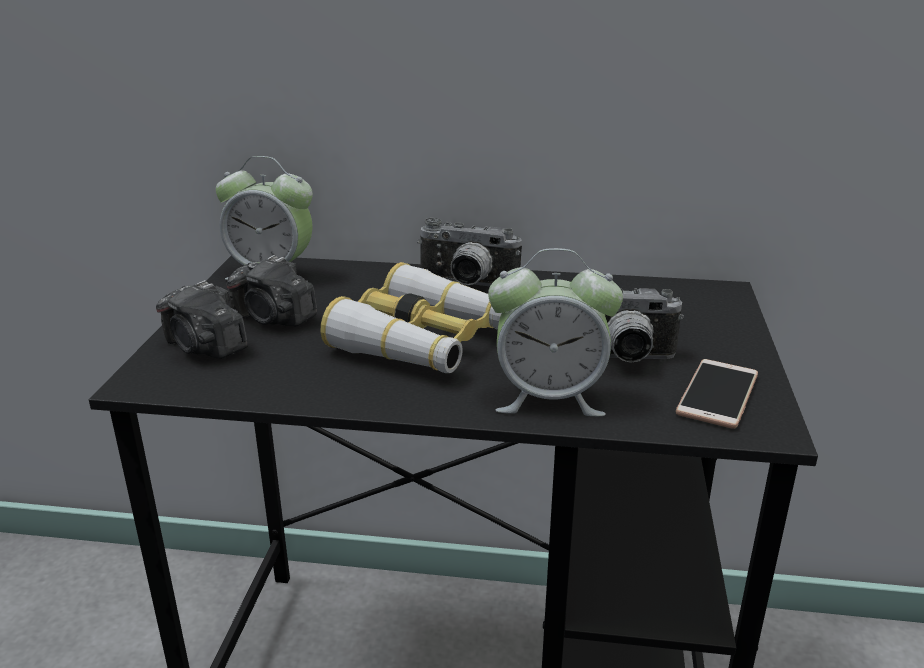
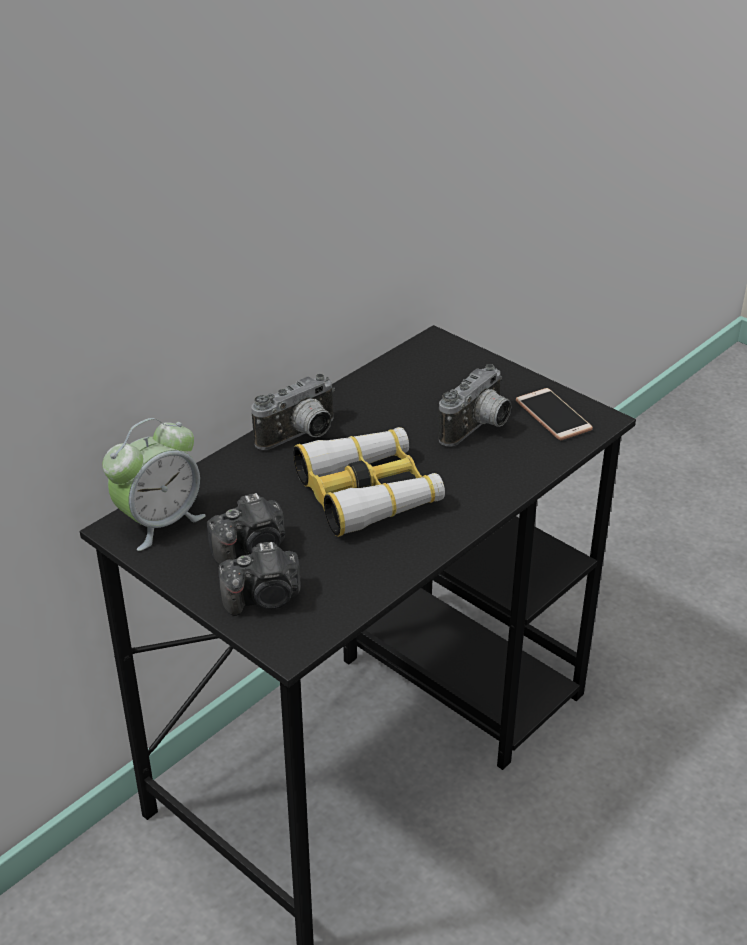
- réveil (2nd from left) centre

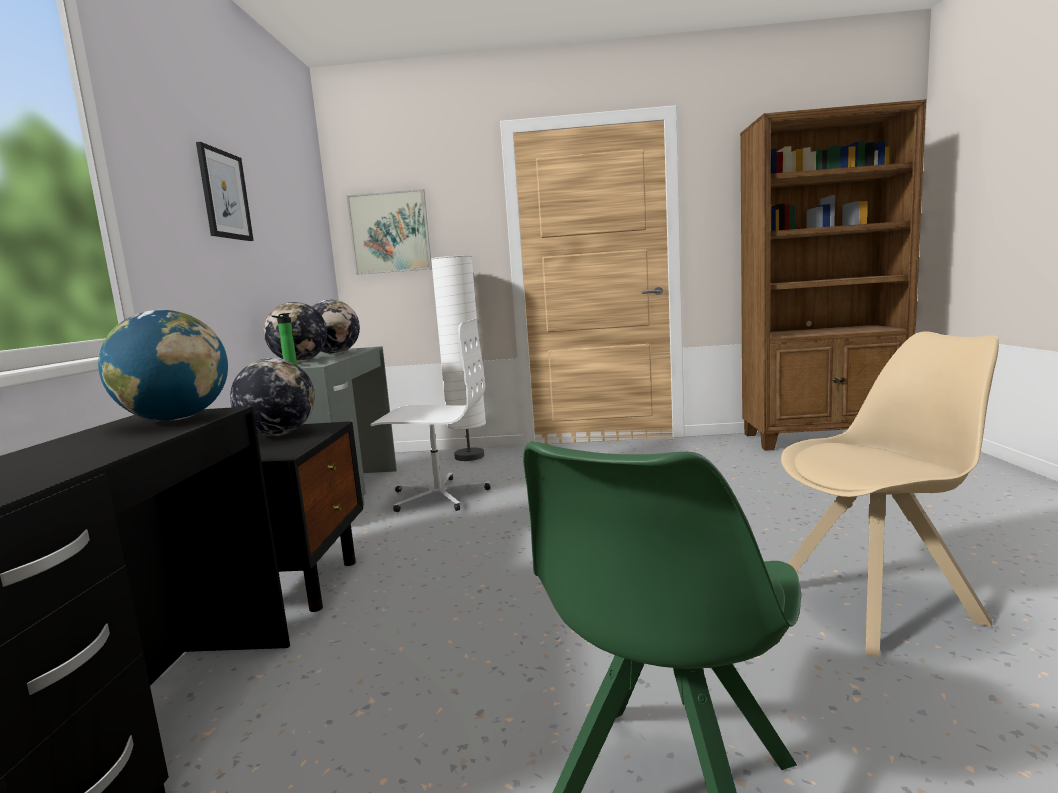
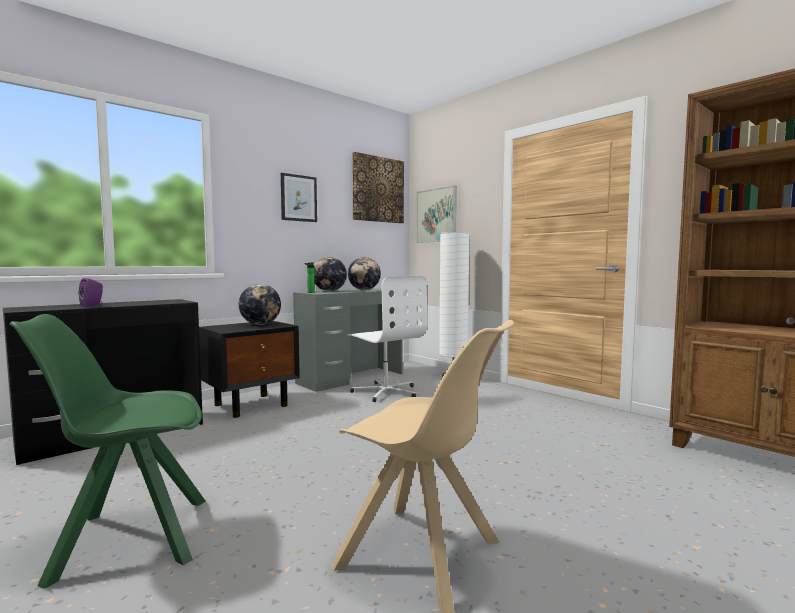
- globe (1st from left) middle left
+ tableau (2nd from left) top centre
+ enceinte/violet middle left

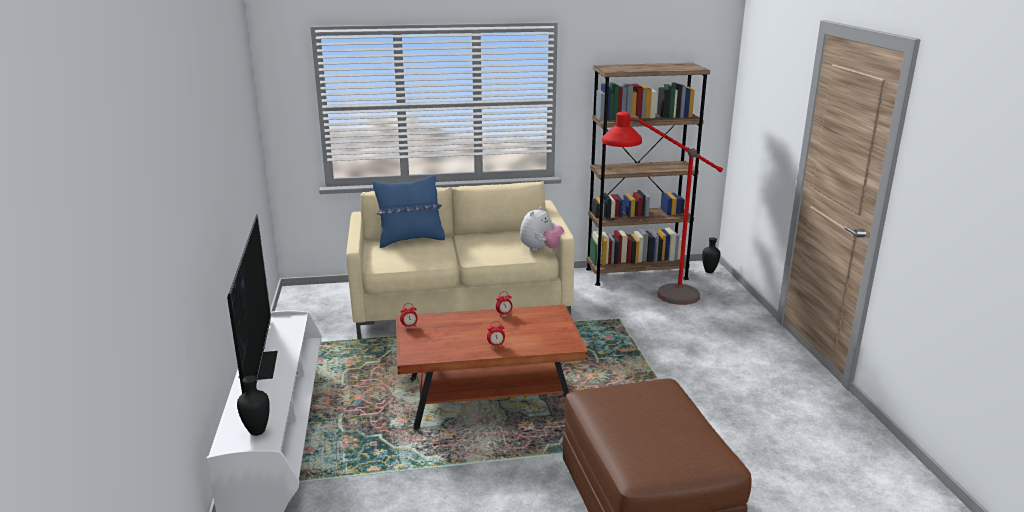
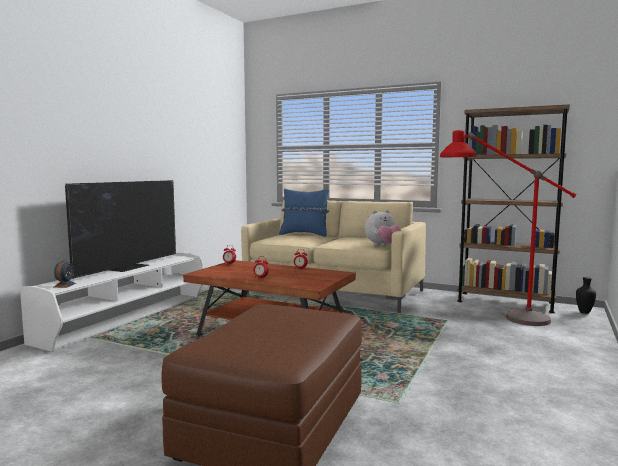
~ vase/noir (1st from left) bottom left to réveil (1st from left) middle left

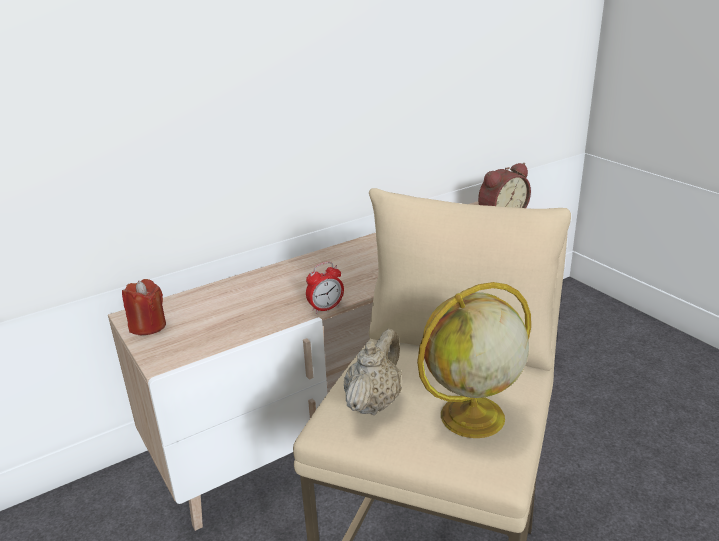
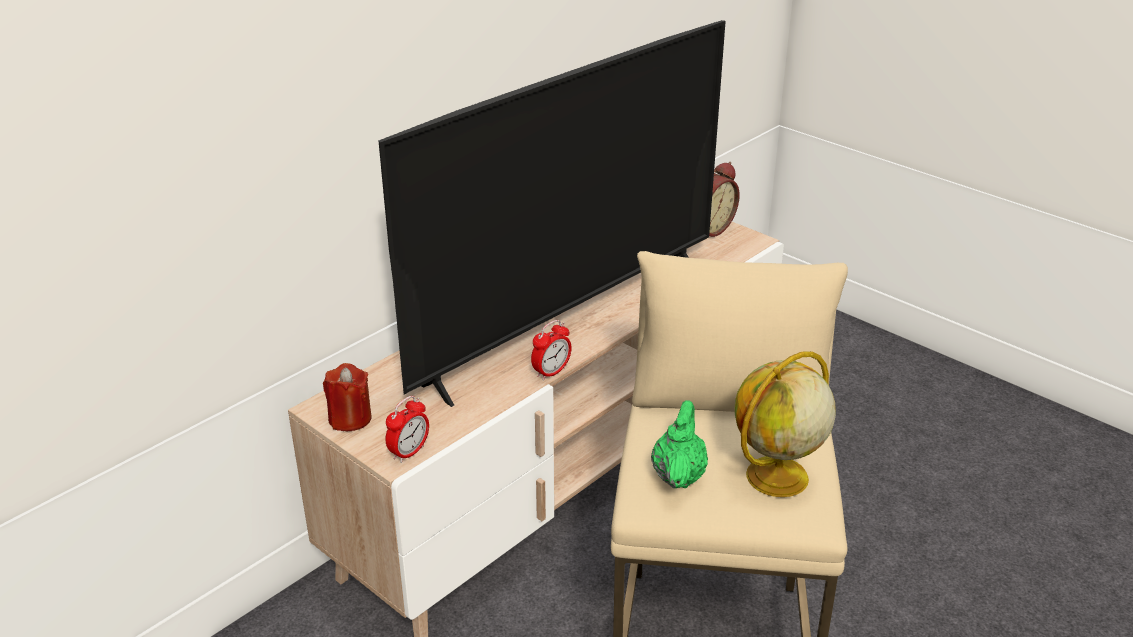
~ théière/beige bottom centre to théière/vert bottom centre
+ téléviseur centre
+ réveil (1st from left) bottom centre

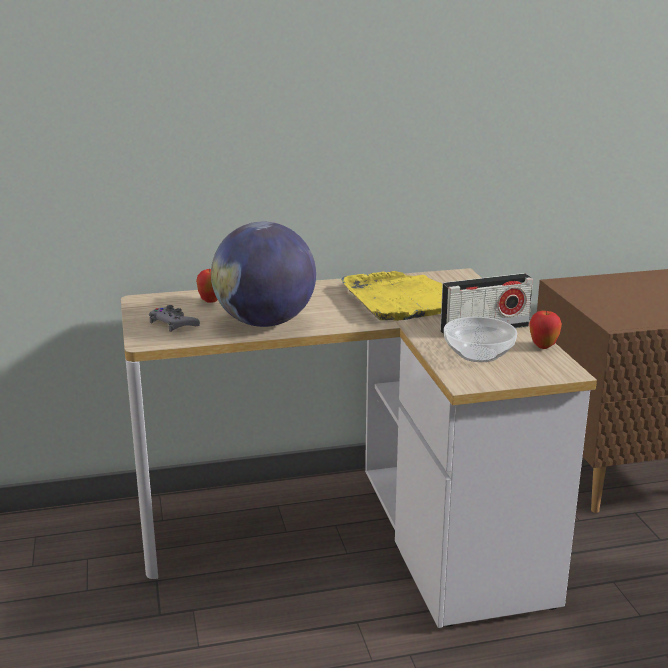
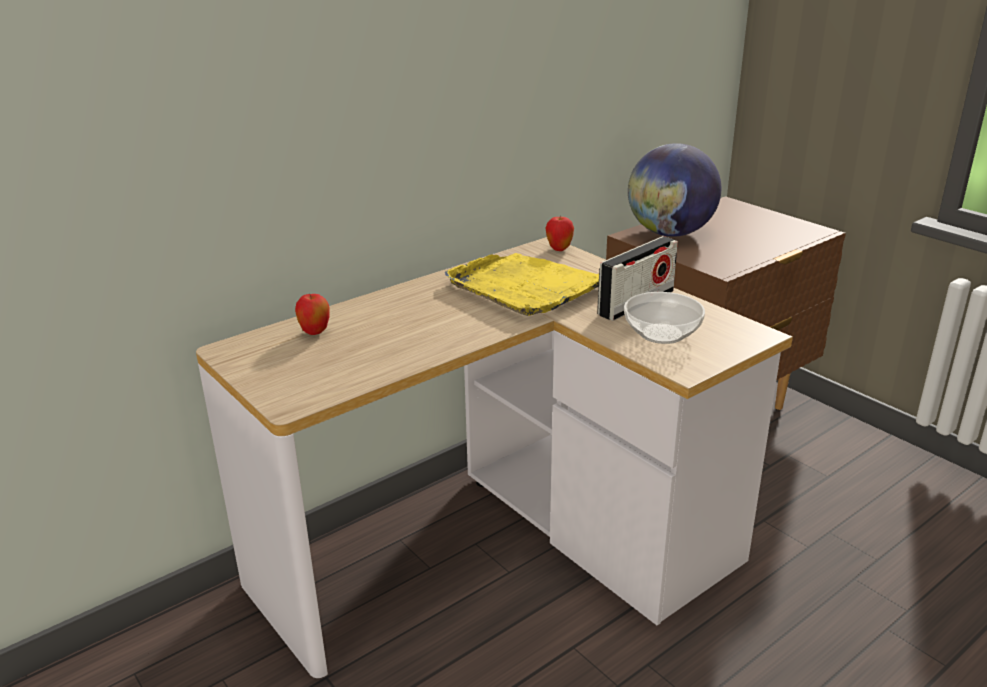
~ globe centre to top right
- manette/gris middle left
~ pomme (2nd from left) middle right to centre

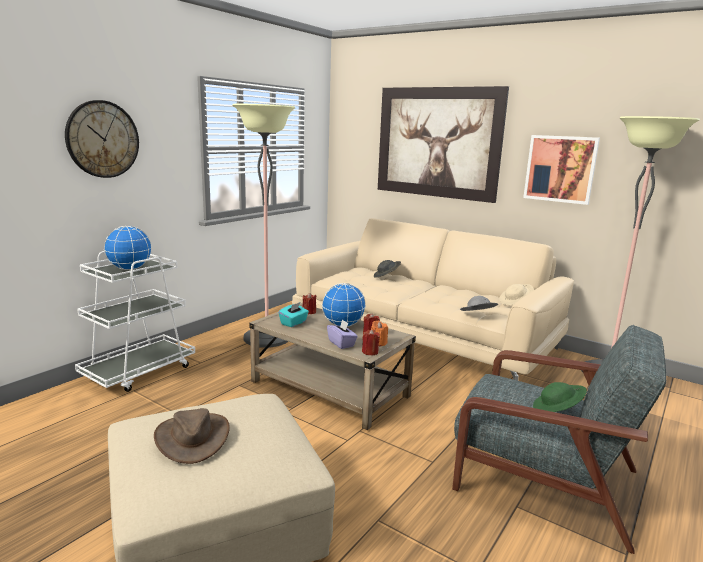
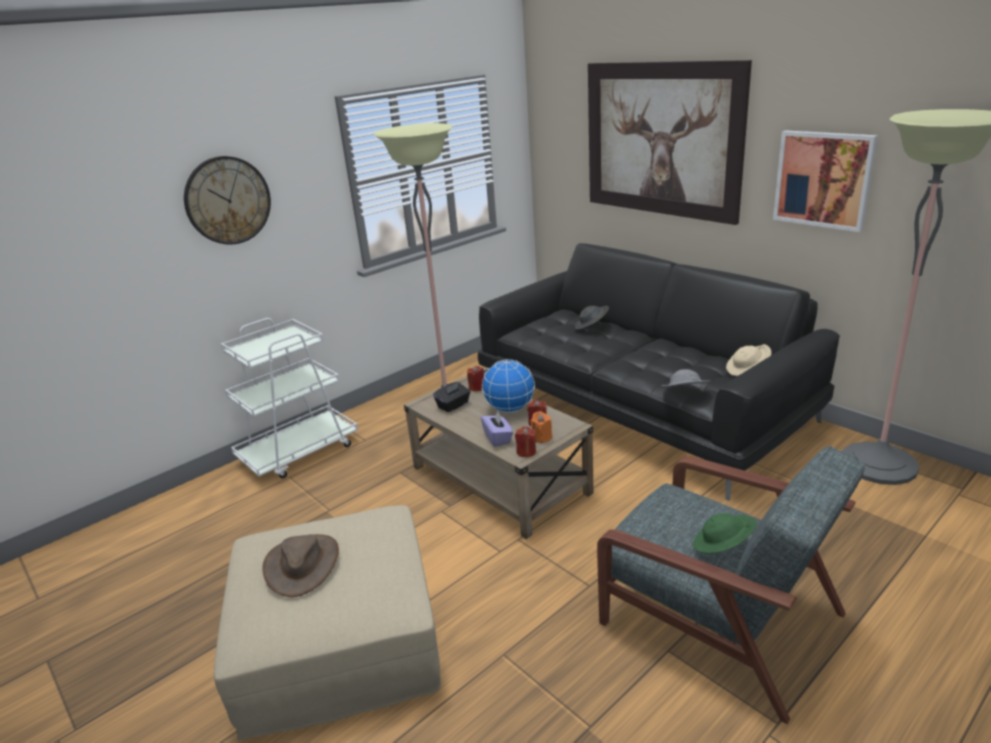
~ canapé/beige centre to canapé/noir centre
- globe (1st from left) middle left
~ boîte à mouchoirs/turquoise centre to boîte à mouchoirs/noir centre

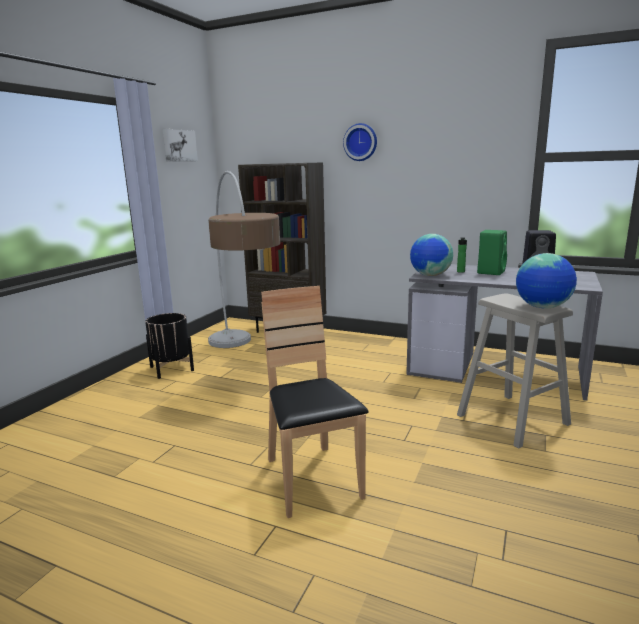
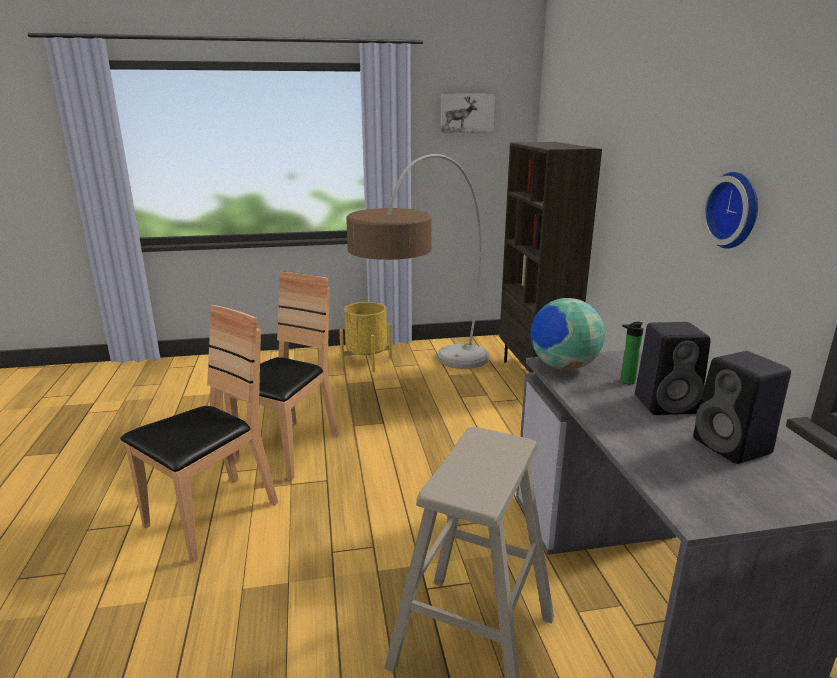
~ horloge murale top centre to top right
~ enceinte/vert middle right to enceinte/noir (1st from left) middle right
- globe (2nd from left) middle right
~ cache-pot/noir middle left to cache-pot/jaune centre
+ chaise/marron (2nd from left) centre

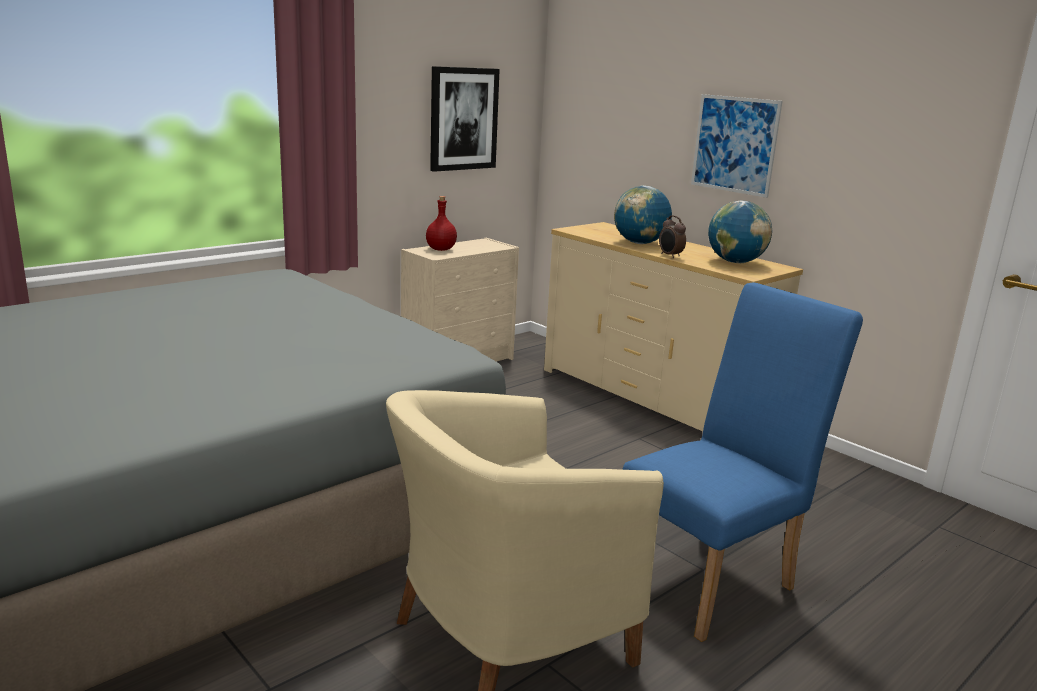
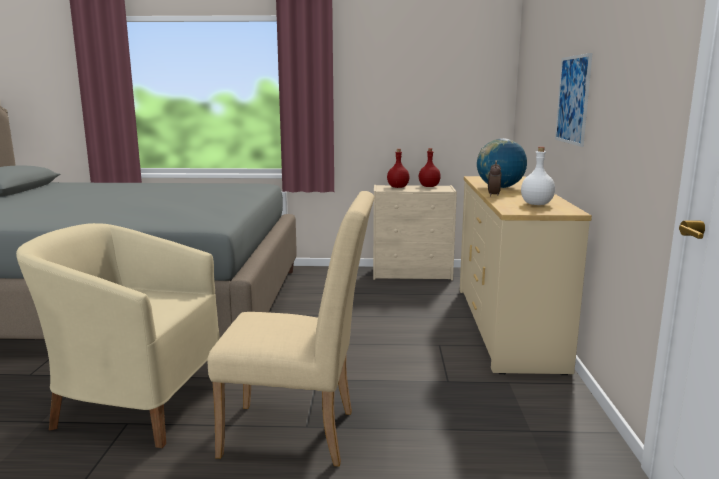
- tableau (1st from left) top centre
~ globe (2nd from left) middle right to bouteille/blanc middle right
~ chaise/bleu bottom right to chaise/beige bottom centre
+ bouteille/rouge (2nd from left) centre

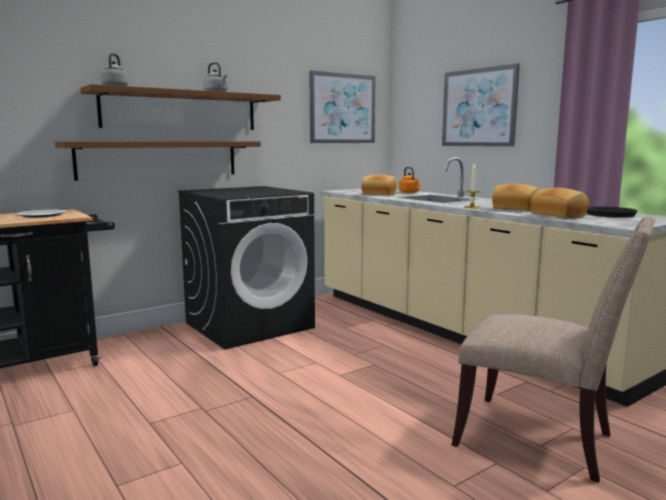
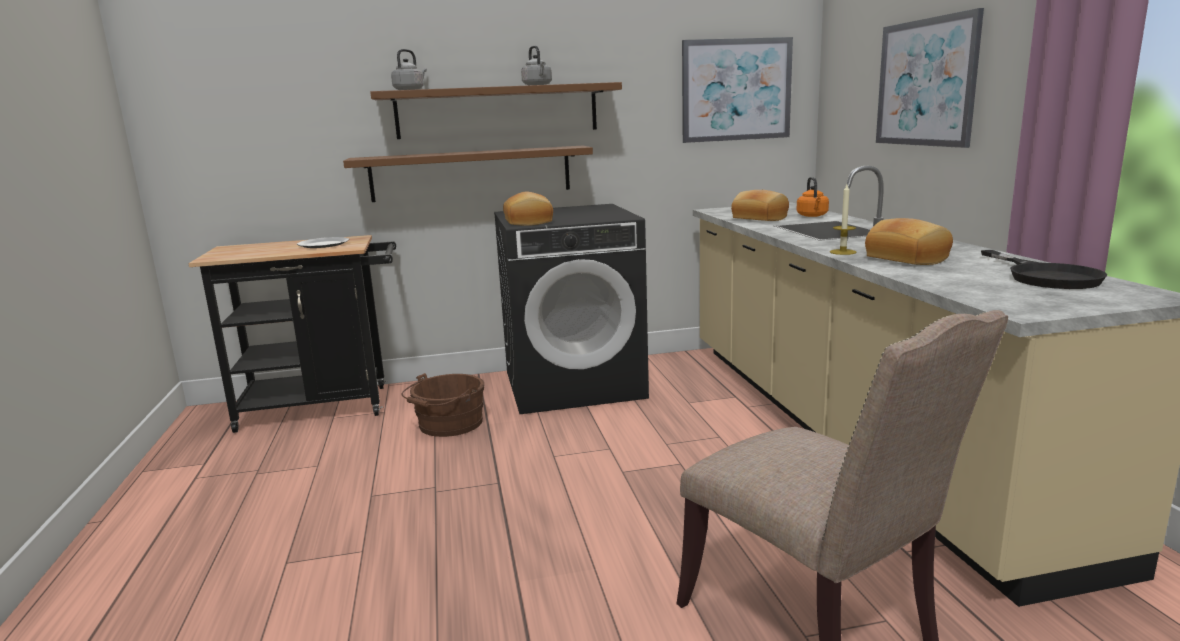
~ pain (3rd from left in the first image) middle right to pain (1st from left) top centre
+ seau/marron centre

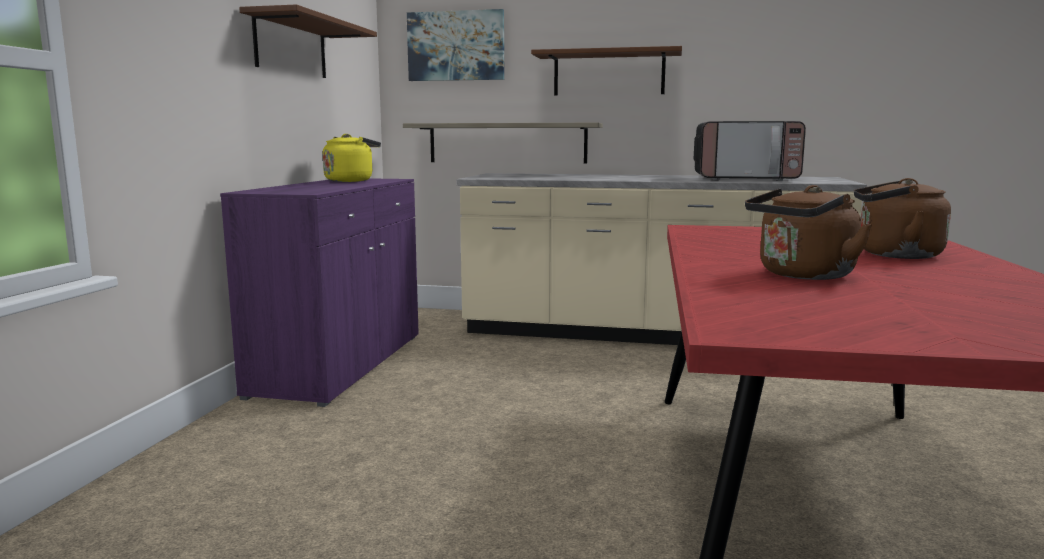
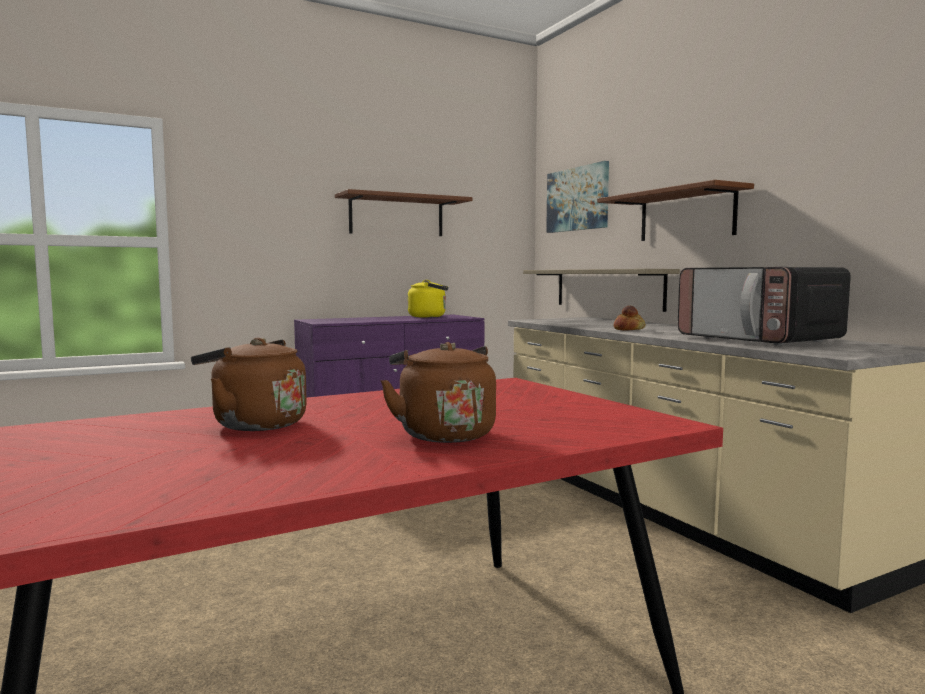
+ pain middle right

